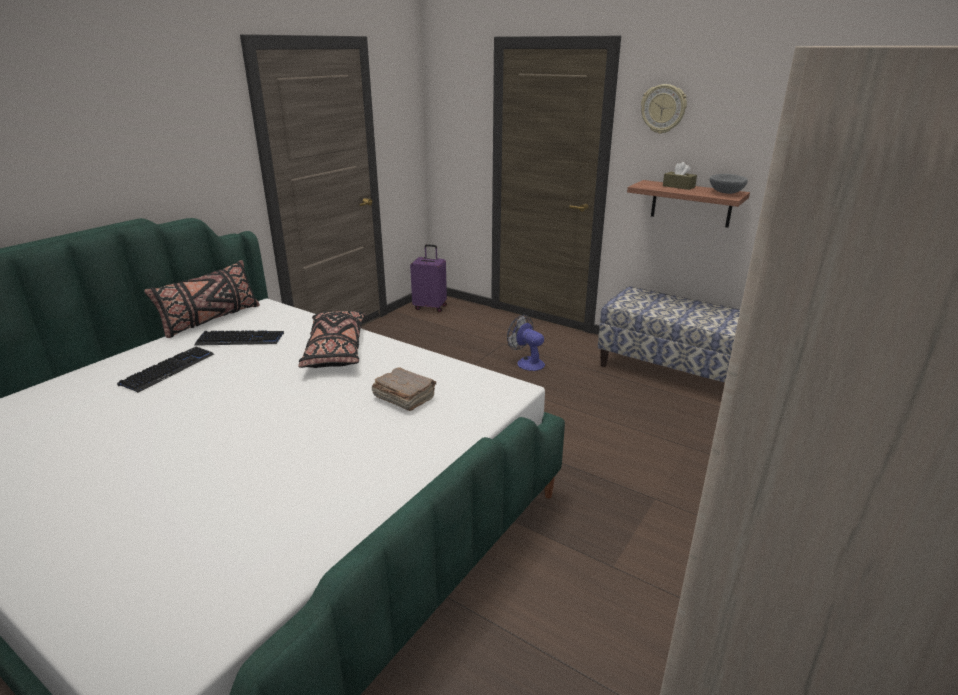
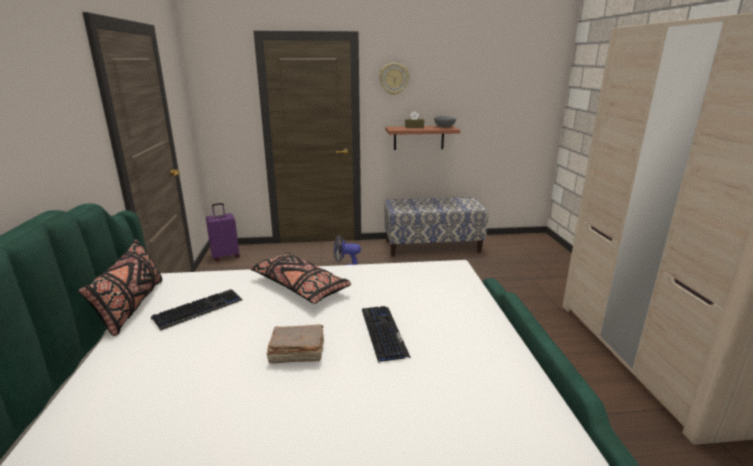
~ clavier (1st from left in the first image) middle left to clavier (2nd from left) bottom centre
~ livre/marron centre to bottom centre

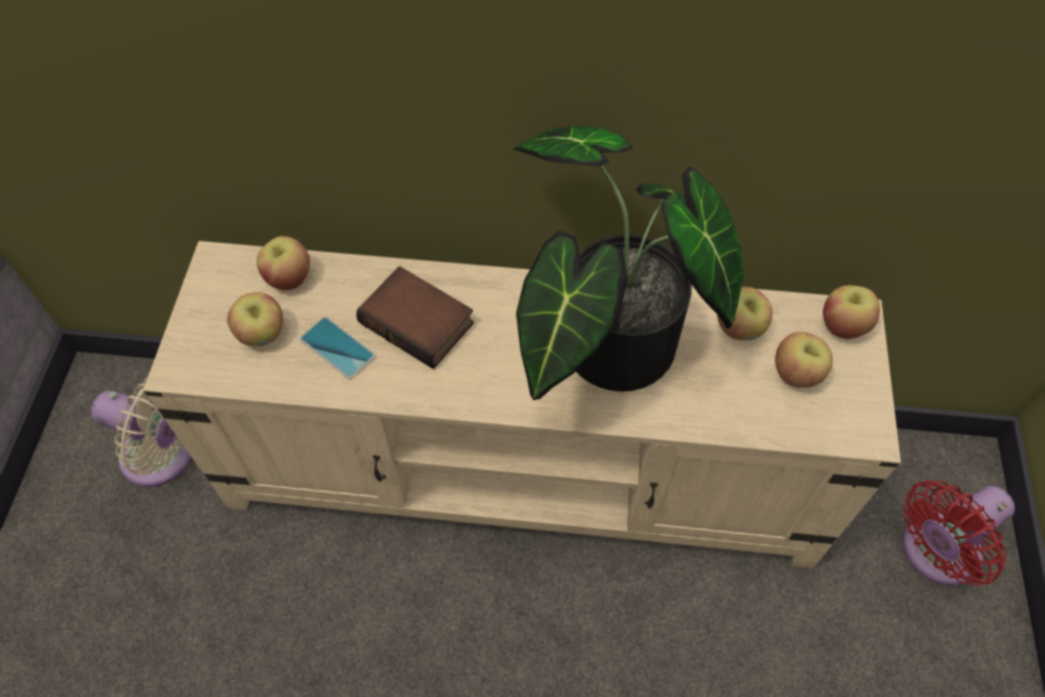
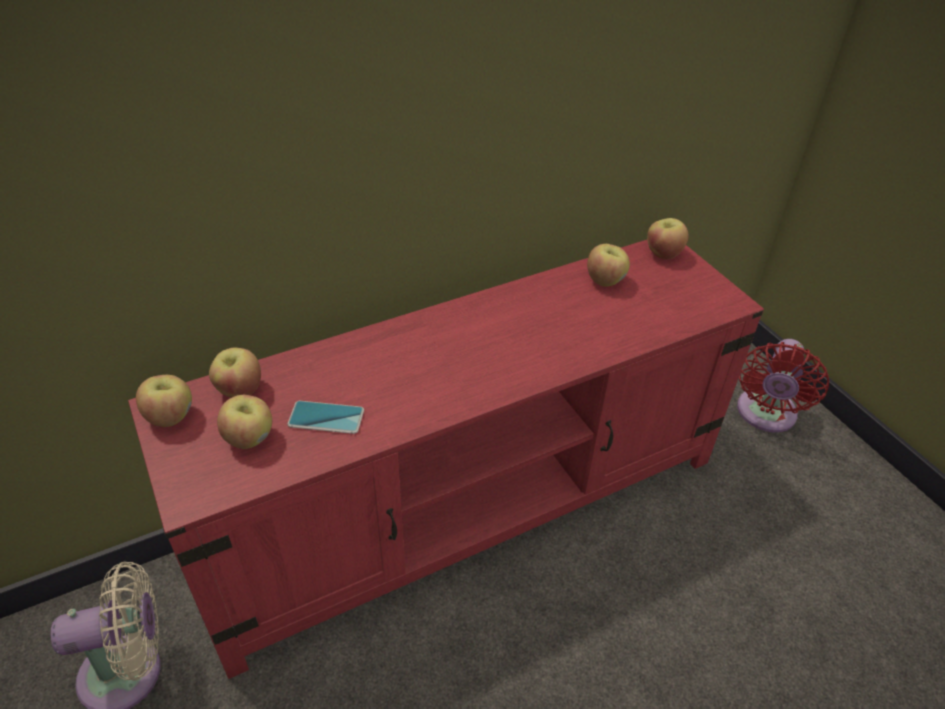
- plante en pot centre
~ meuble télé/beige centre to meuble télé/rouge centre
- livre centre
~ pomme (4th from left in the first image) middle right to pomme (1st from left) middle left

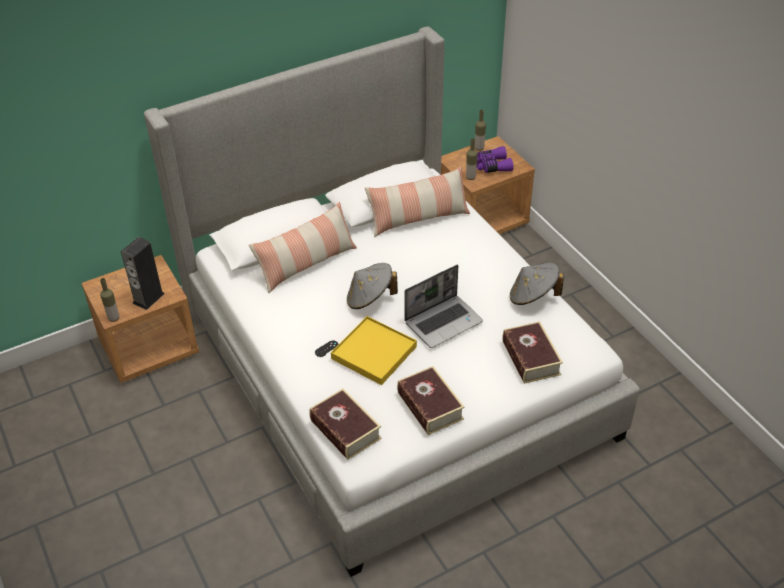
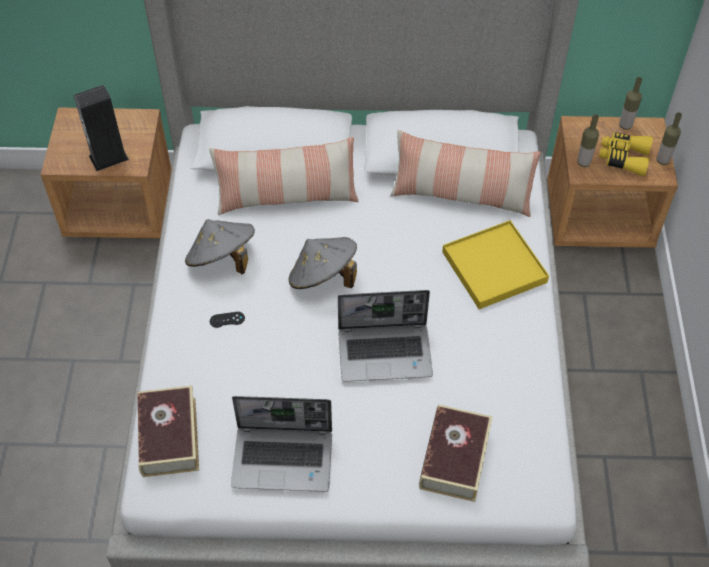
~ jumelles/violet top centre to jumelles/jaune top right
~ chapeau/gris (2nd from left in the first image) middle right to chapeau/gris (1st from left) middle left
~ bouteille (1st from left in the first image) middle left to bouteille (3rd from left) top right
~ plateau/jaune centre to middle right
~ livre (2nd from left) bottom centre to ordinateur portable (1st from left) bottom centre

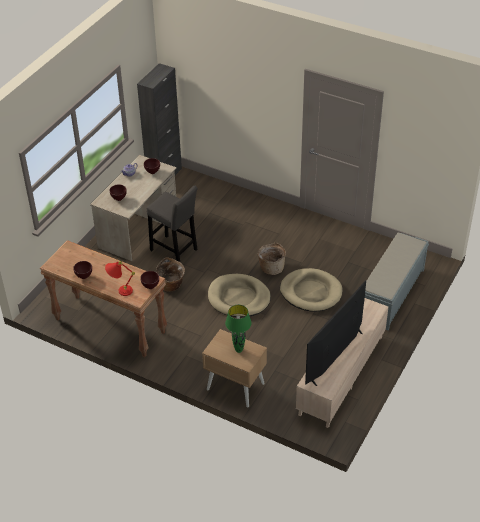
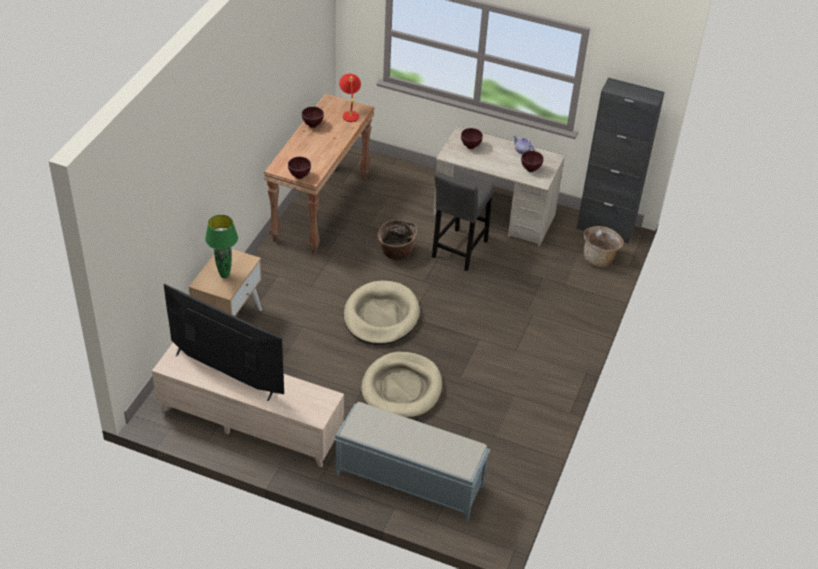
~ panier (2nd from left) centre to middle right
~ lampe de table/rouge middle left to top centre

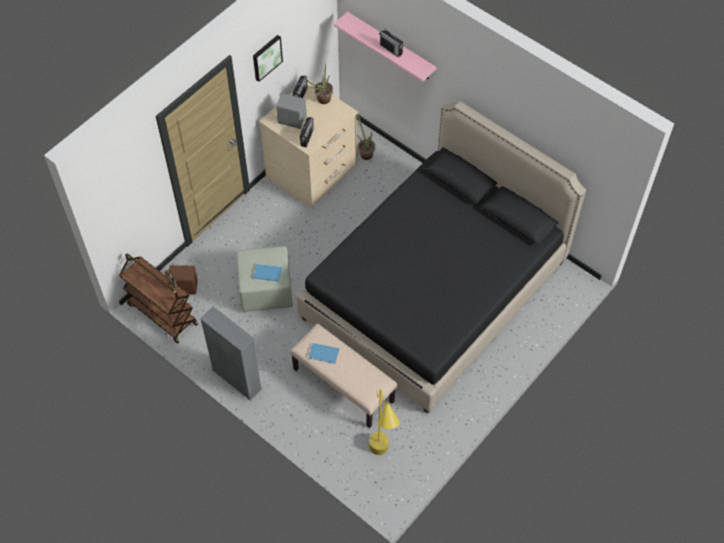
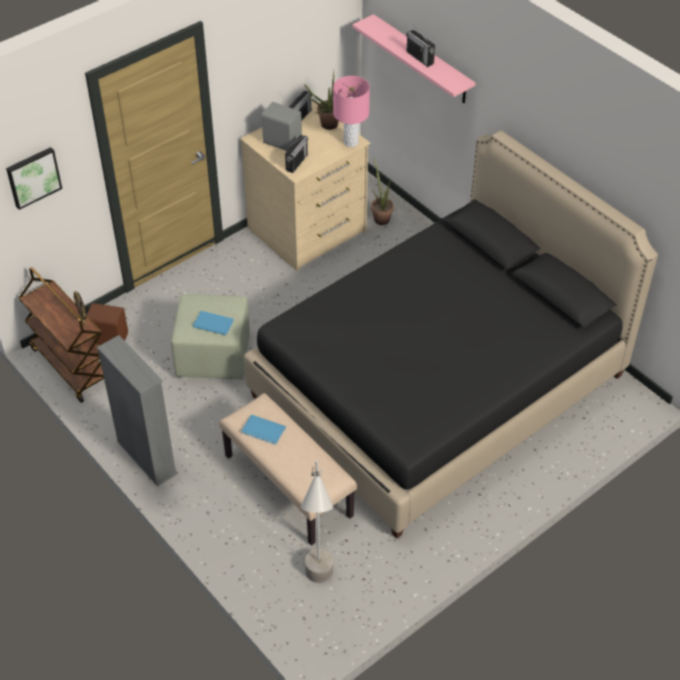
~ tableau top centre to top left
~ lampadaire/jaune bottom centre to lampadaire/gris bottom centre
+ lampe de table/rose top centre

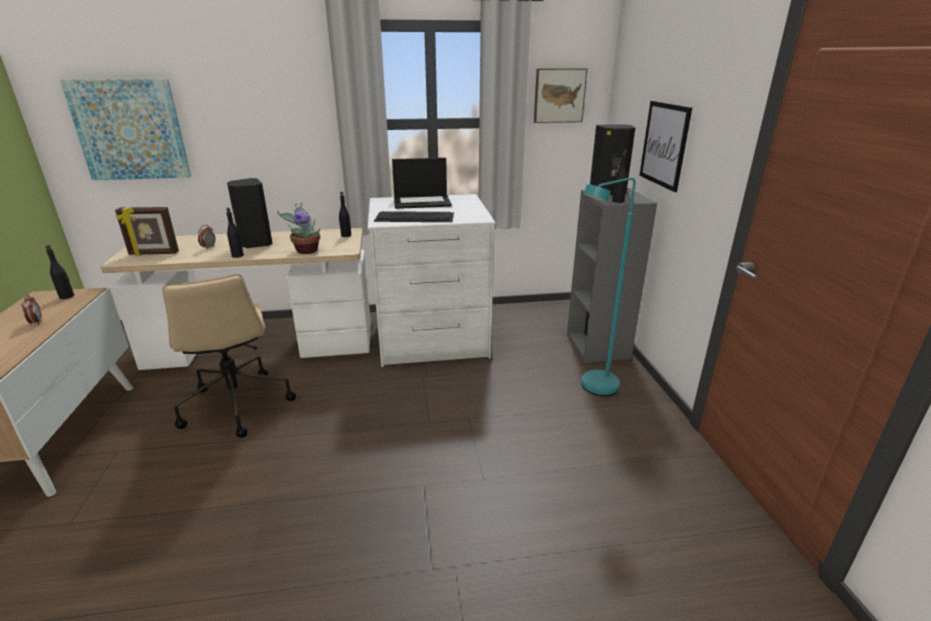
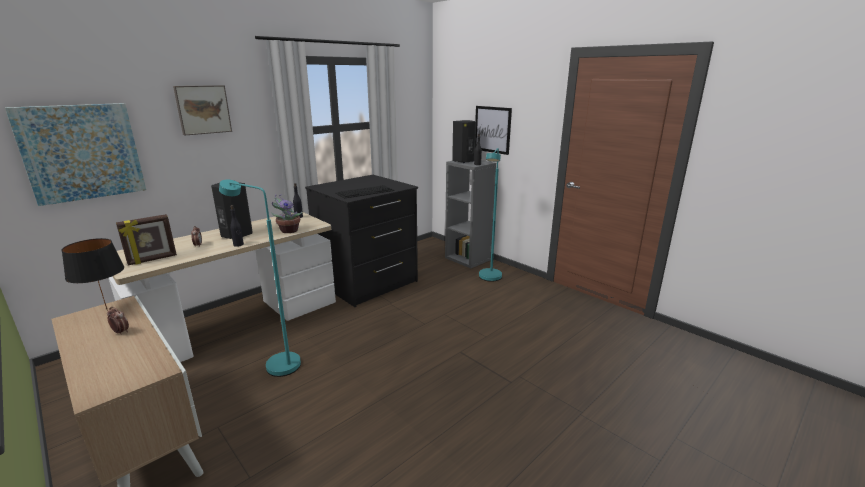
~ tableau (2nd from left) top centre to top left
- ordinateur portable top centre
~ commode/blanc centre to commode/noir centre
~ bouteille/noir (1st from left) middle left to lampe de table/noir middle left
~ chaise de bureau/beige middle left to lampadaire/turquoise (1st from left) middle left

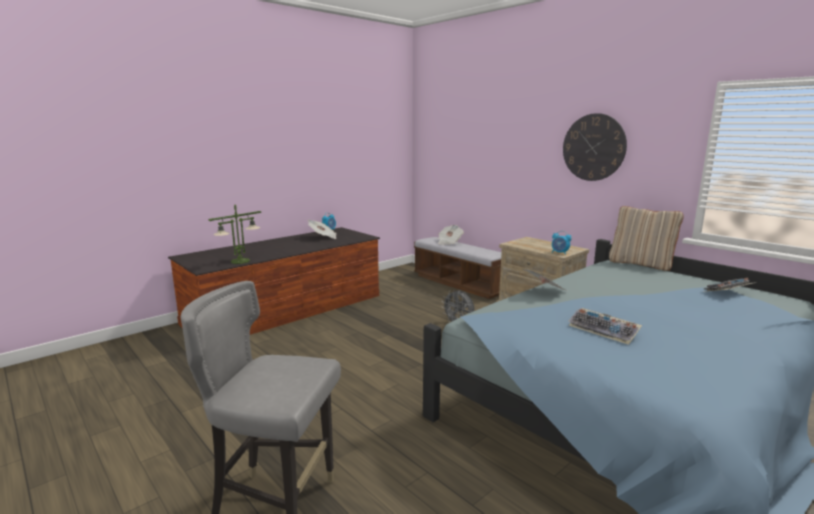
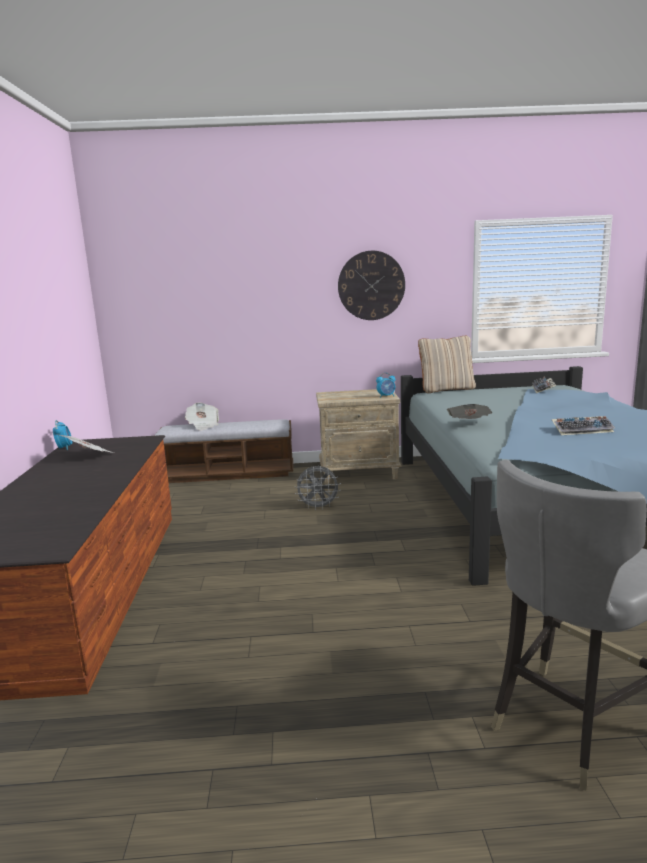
- lampe de table middle left

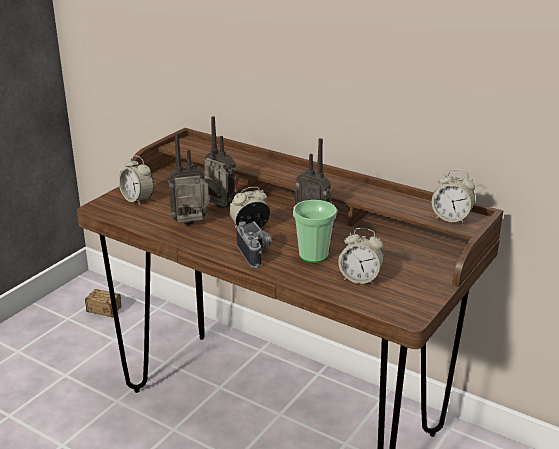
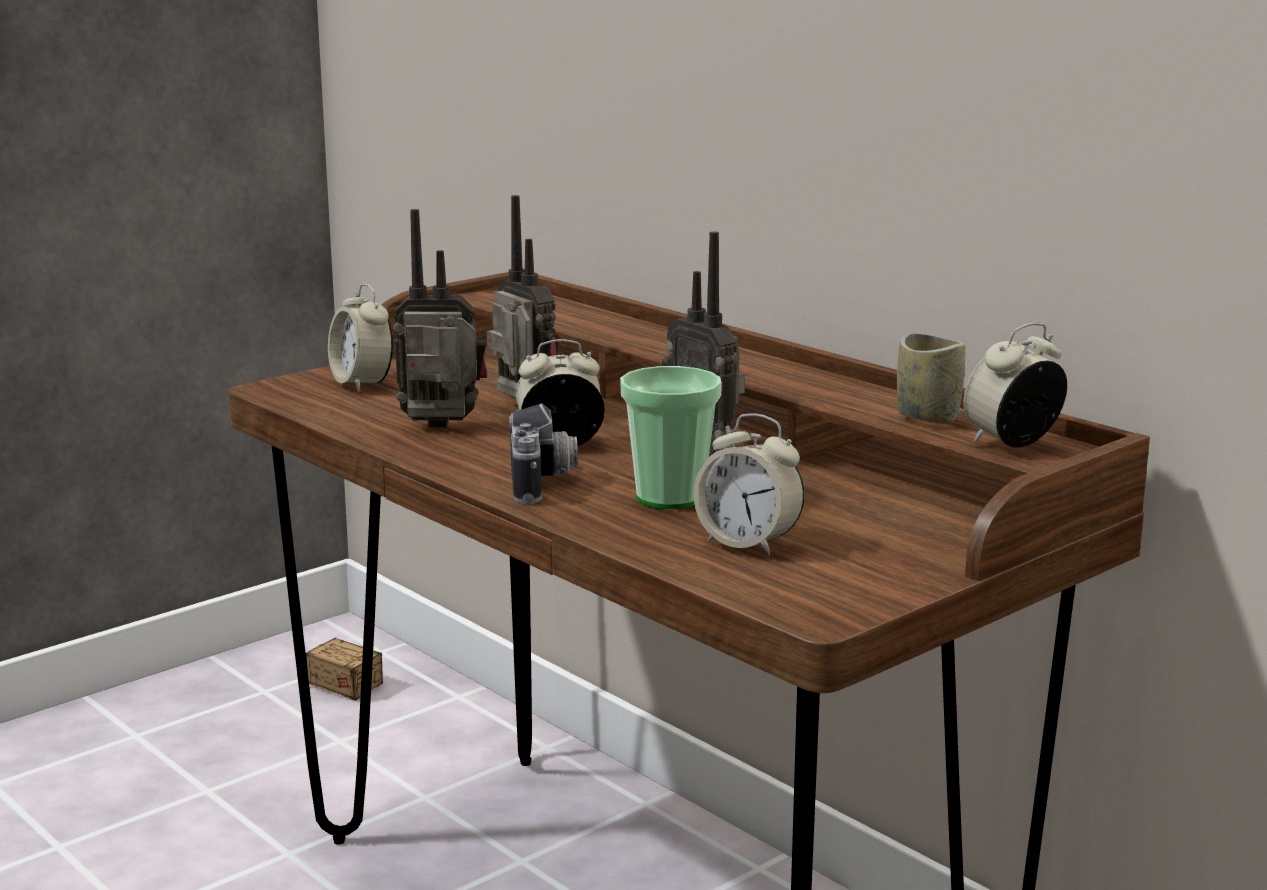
~ réveil (4th from left) middle right = middle right 105 degrees clockwise
+ tasse (2nd from left) middle right

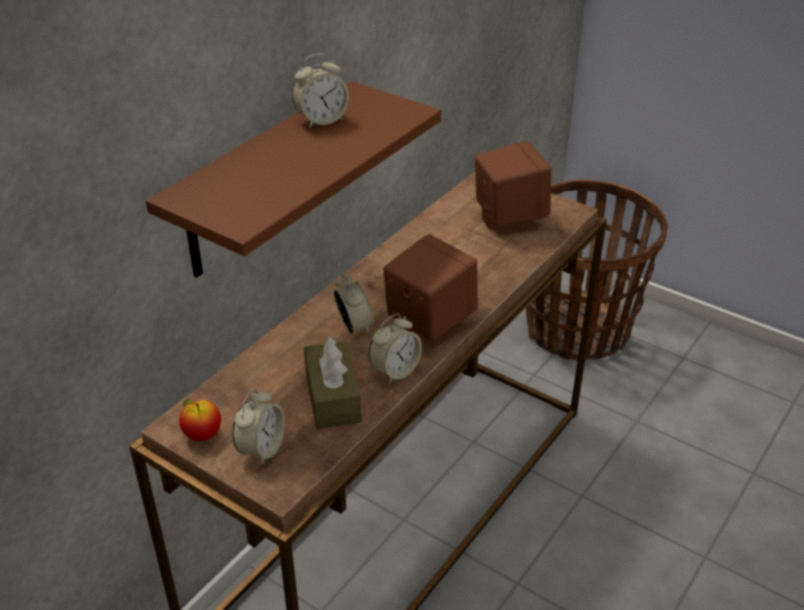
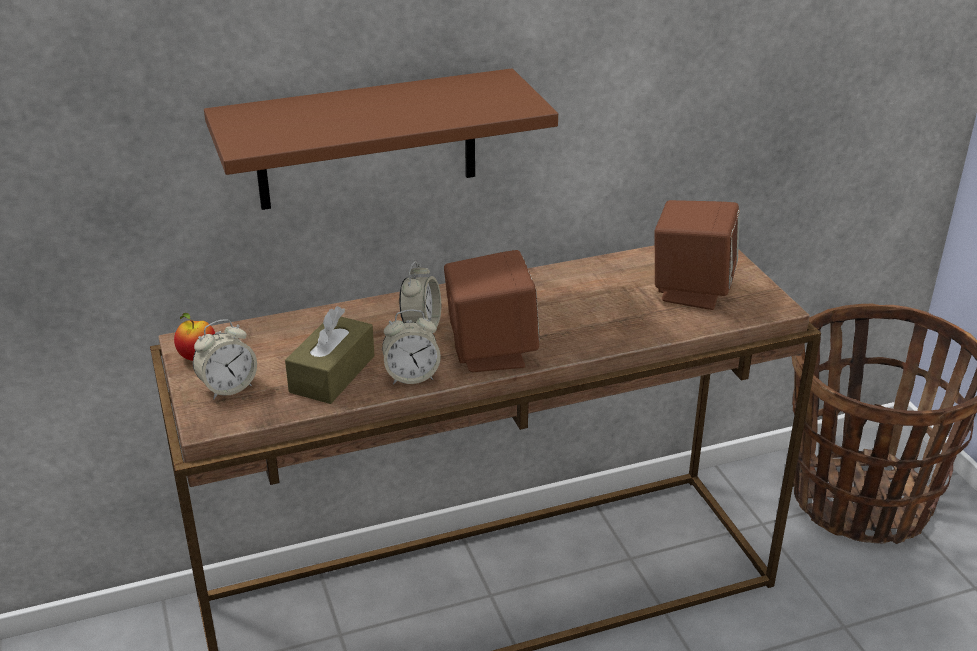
- réveil (2nd from left) top centre

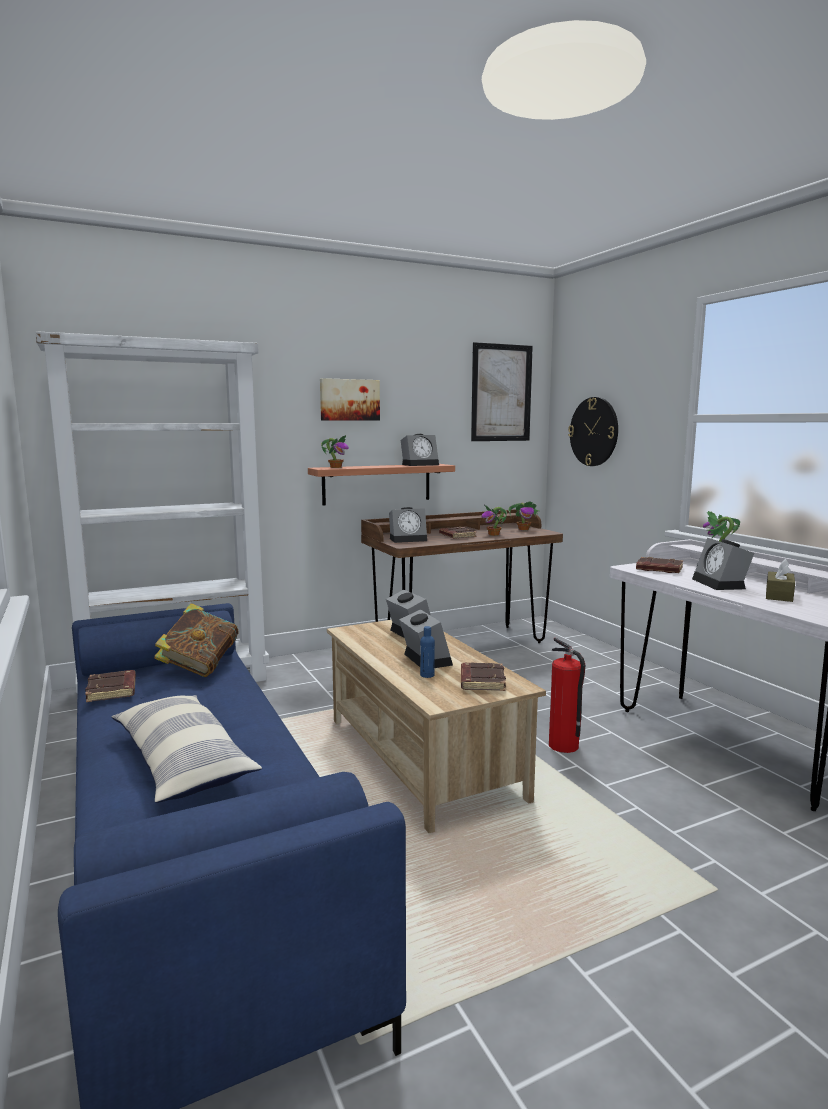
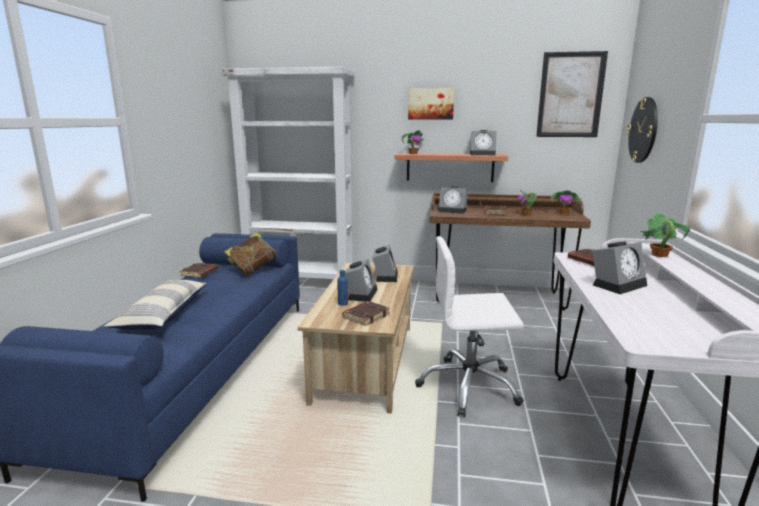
~ réveil (5th from left) middle right = middle right 150 degrees counterclockwise
- boîte à mouchoirs/marron middle right
~ extincteur middle right to chaise de bureau/blanc centre

